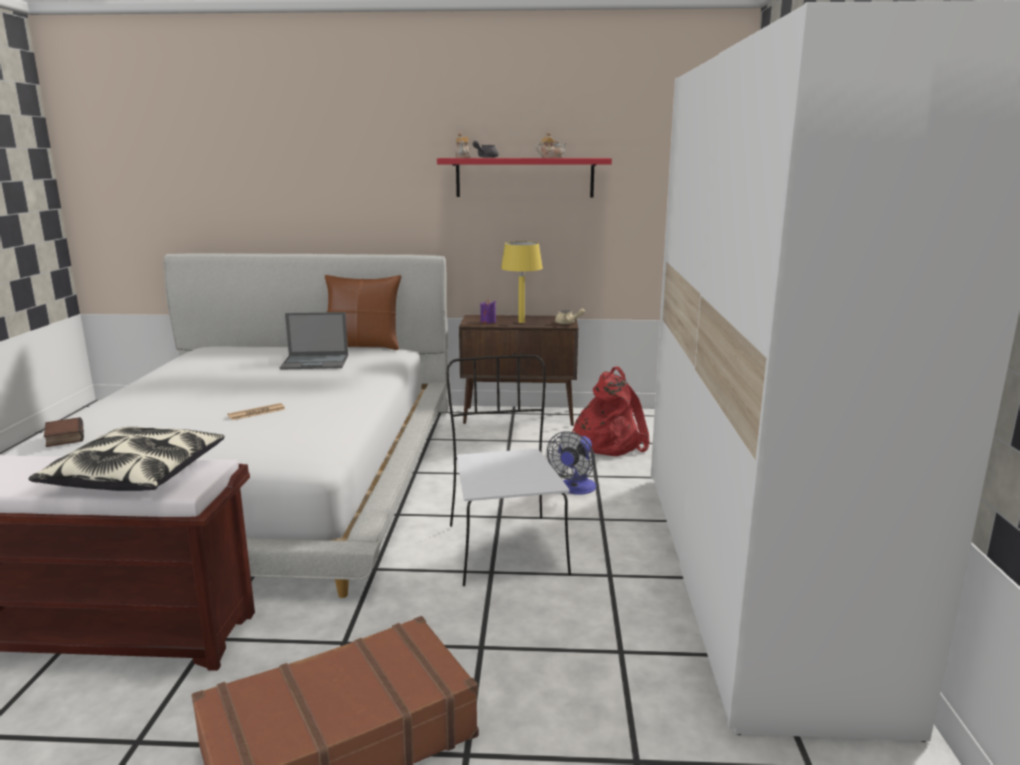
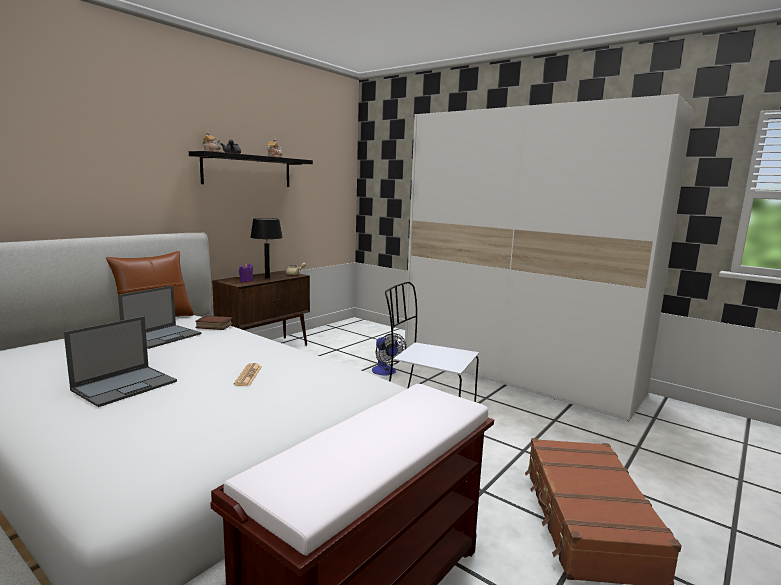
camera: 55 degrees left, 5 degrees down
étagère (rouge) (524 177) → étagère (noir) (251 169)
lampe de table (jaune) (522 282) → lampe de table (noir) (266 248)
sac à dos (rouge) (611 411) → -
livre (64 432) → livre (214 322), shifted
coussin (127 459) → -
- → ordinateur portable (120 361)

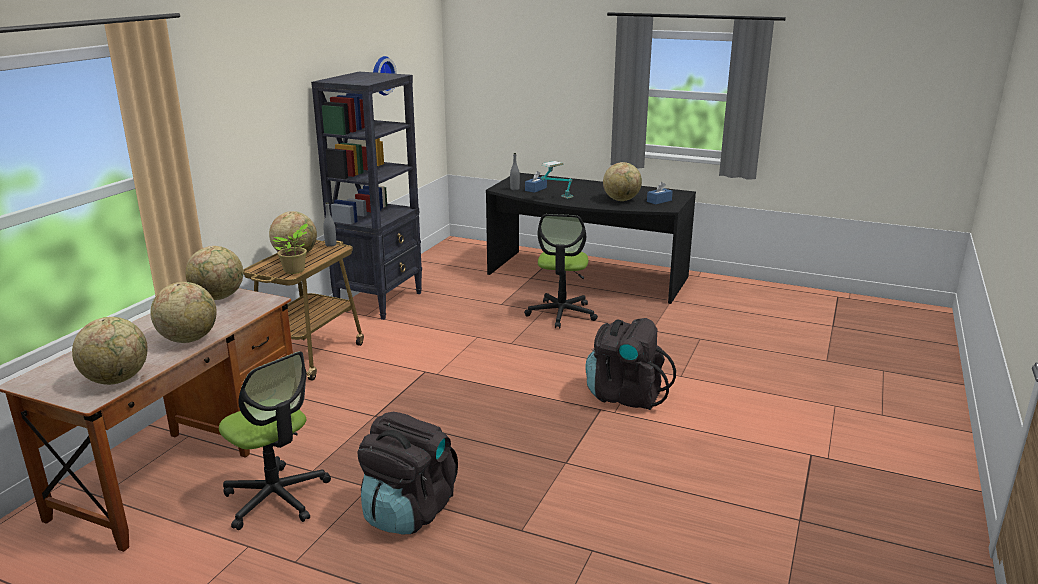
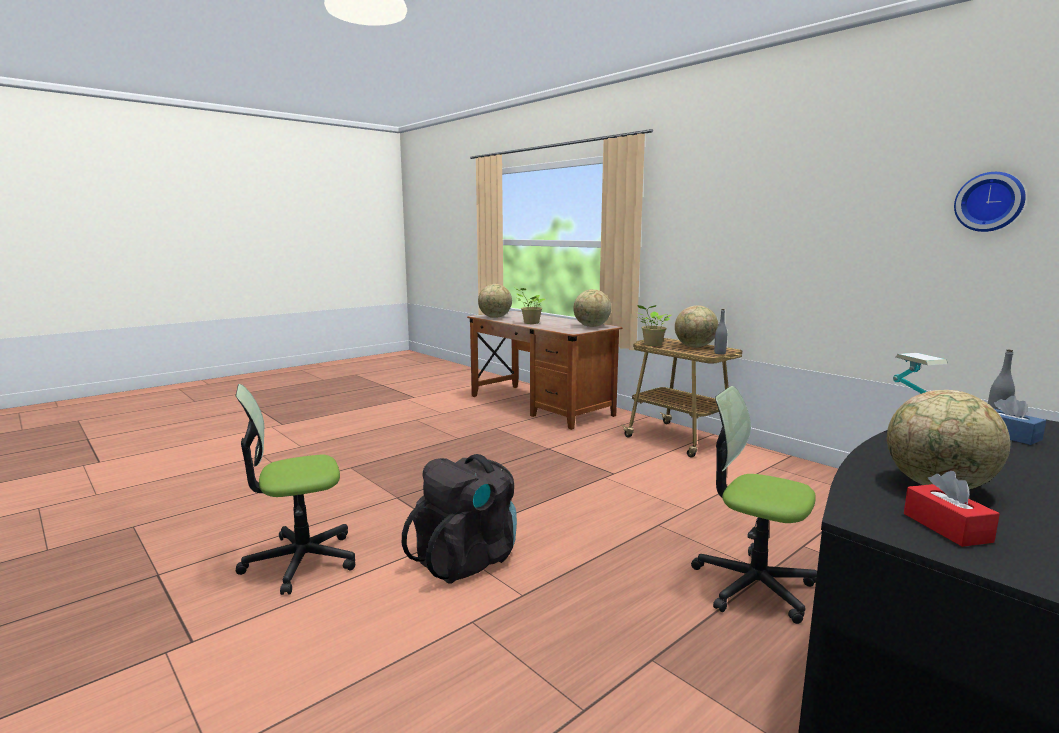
camera: 115 degrees right, 10 degrees down
bibliothèque (noir) (366 196) → -
boîte à mouchoirs (bleu) (660 193) → boîte à mouchoirs (rouge) (952 509)
globe (183 312) → plante en pot (529 305)
chaise de bureau (275 440) → chaise de bureau (295 489), shifted
sac à dos (noir) (407 473) → -

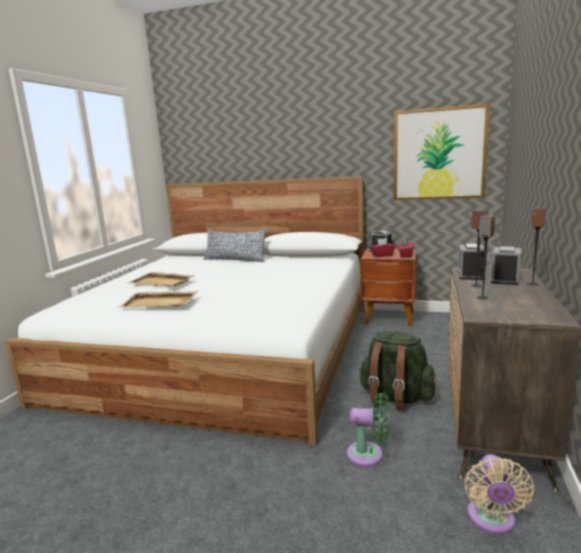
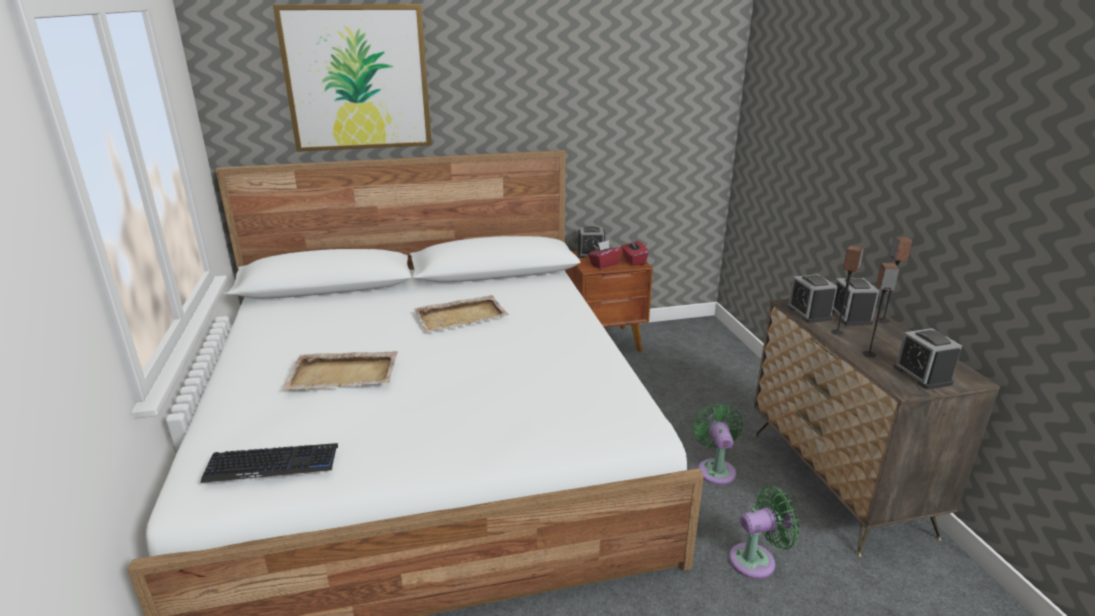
camera: 30 degrees left, 10 degrees up
tableau (442 152) → tableau (352 78), shifted
coussin (235 245) → -
plateau (beige) (157 299) → plateau (beige) (461 313), shifted
sac à dos (vert) (397 371) → ventilateur (vert) (717 444)
ventilateur (beige) (499 494) → -
- → réveil (927 358)
- → clavier (269 463)

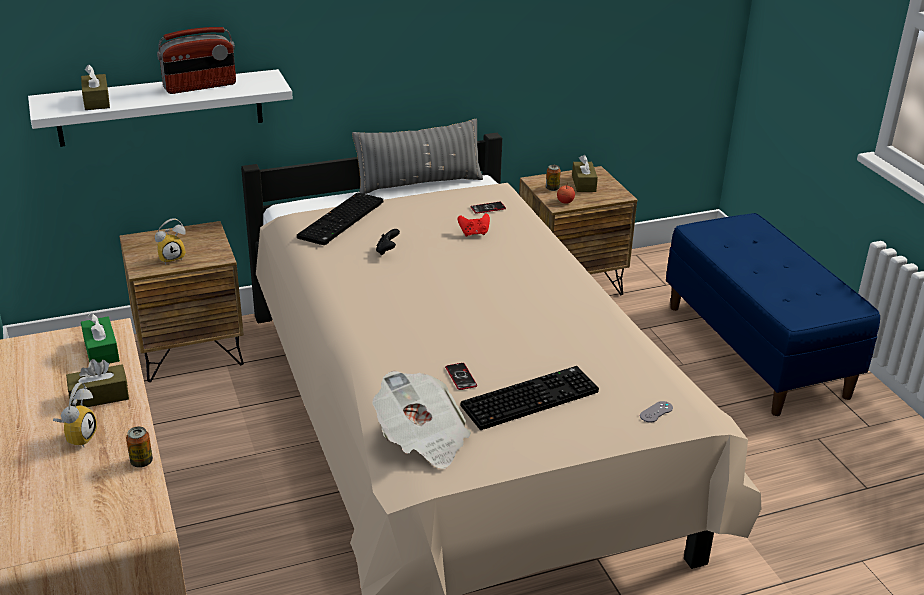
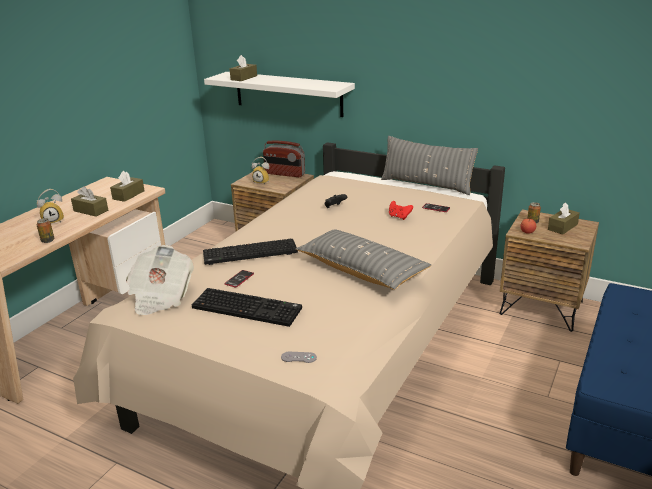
camera: 50 degrees right, 5 degrees down
radio (196 60) → radio (284 159), shifted
clavier (340 218) → clavier (250 252), shifted
boîte à mouchoirs (vert) (100 338) → boîte à mouchoirs (marron) (127 186)
- → coussin (gris) (364 259)

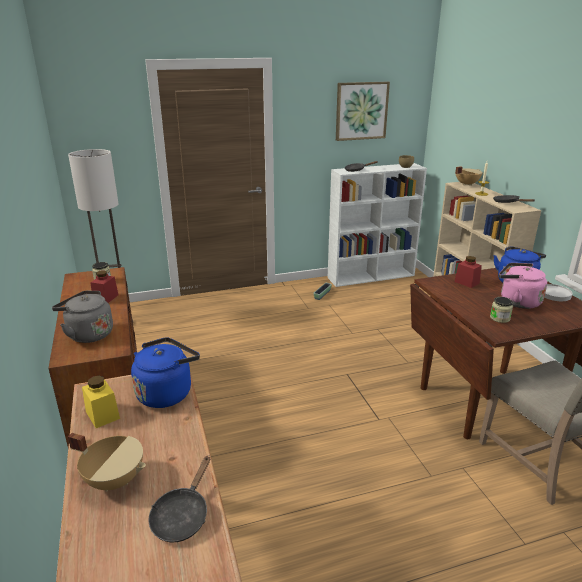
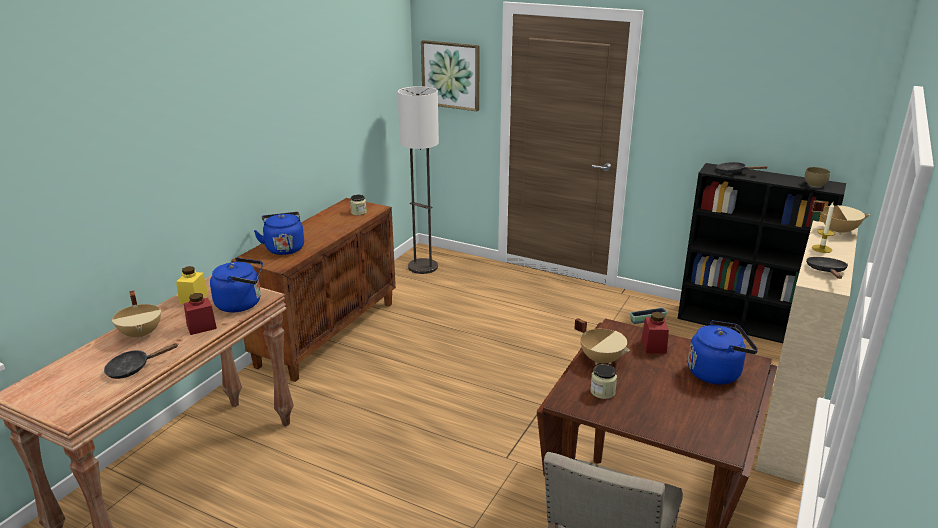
camera: 45 degrees right, 0 degrees up
tableau (363 111) → tableau (450 75), shifted
bibliothèque (blanc) (377 225) → bibliothèque (noir) (762 253)
bouilloire (rose) (523 286) → -
bocal (rouge) (104 286) → bocal (rouge) (200 314), shifted
assiette (blanc) (558 292) → -
bouilloire (gris) (82 317) → bouilloire (bleu) (279 233)
- → marmite (beige) (602 341)

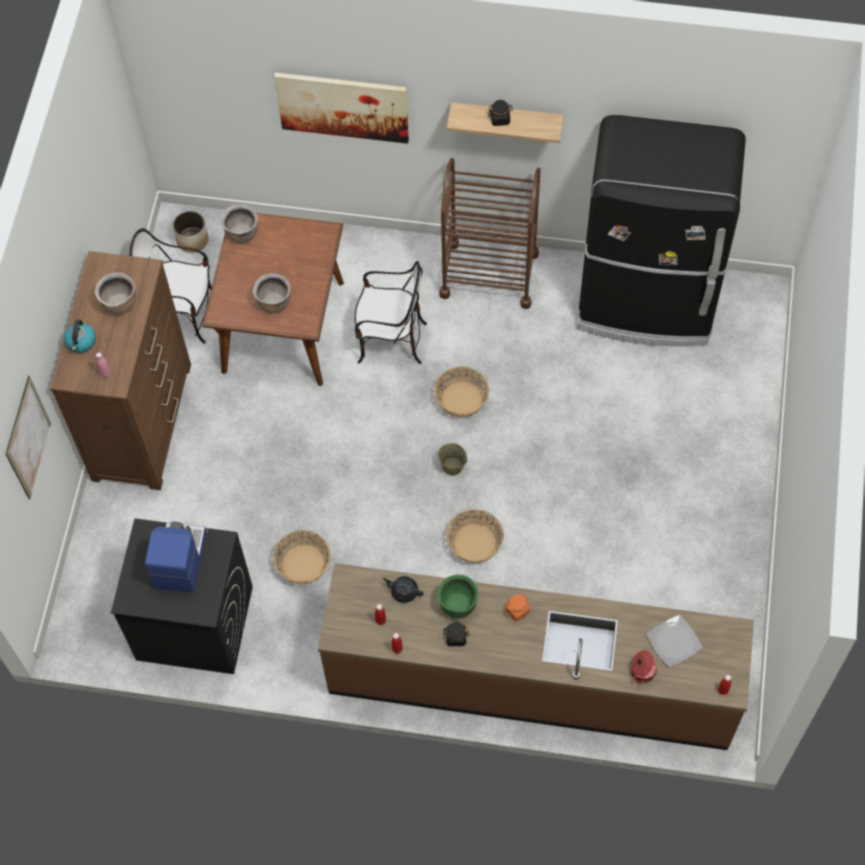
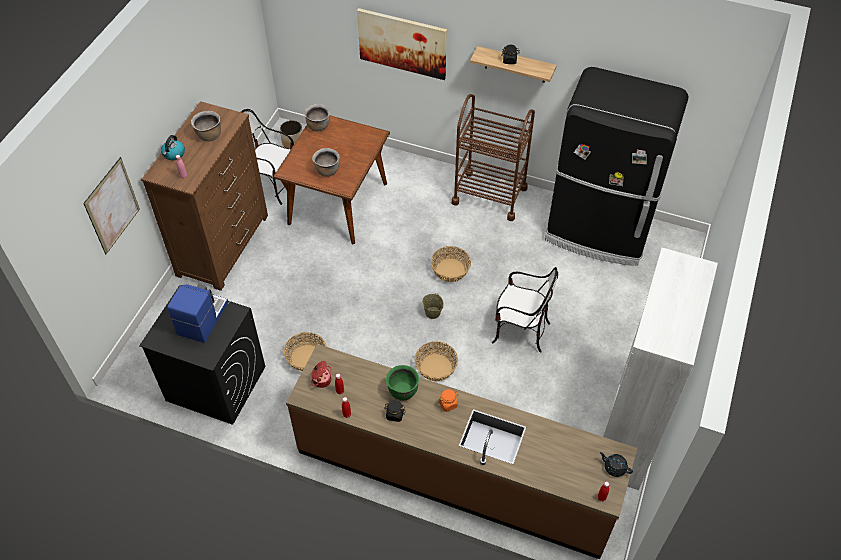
camera: 10 degrees right, 10 degrees down
chaise (391 312) → chaise (525 309), shifted
théière (noir) (403 589) → théière (noir) (616 464), shifted
assiette (674 641) → -
marmite (644 667) → marmite (321 374), shifted
- → bibliothèque (blanc) (660 369)

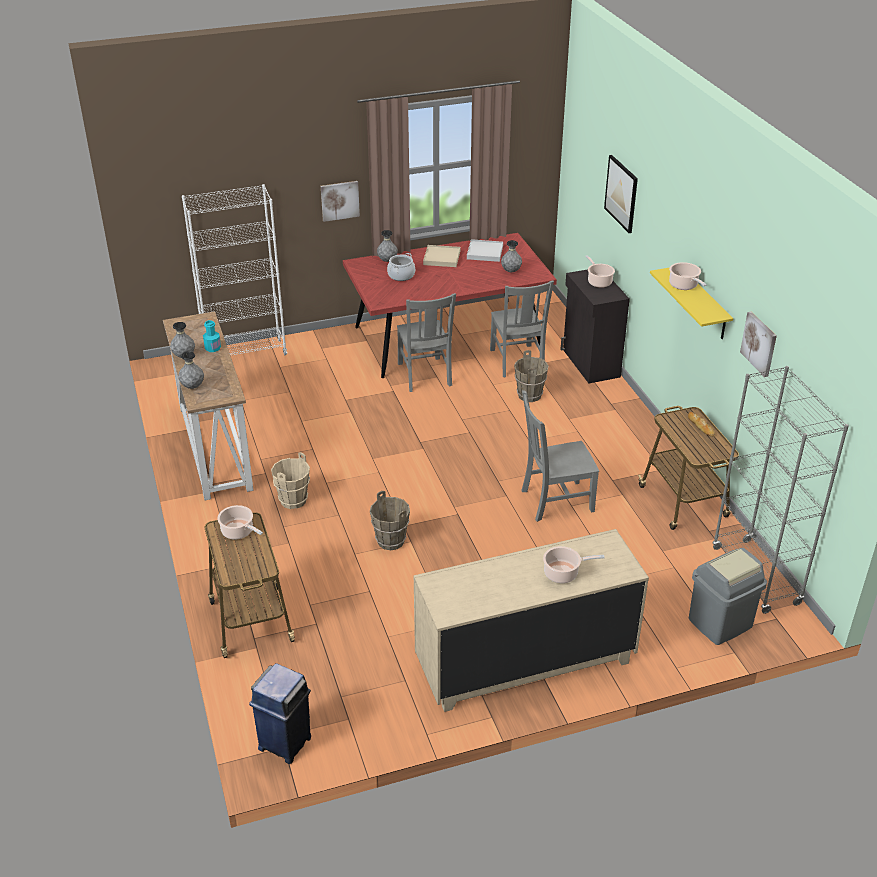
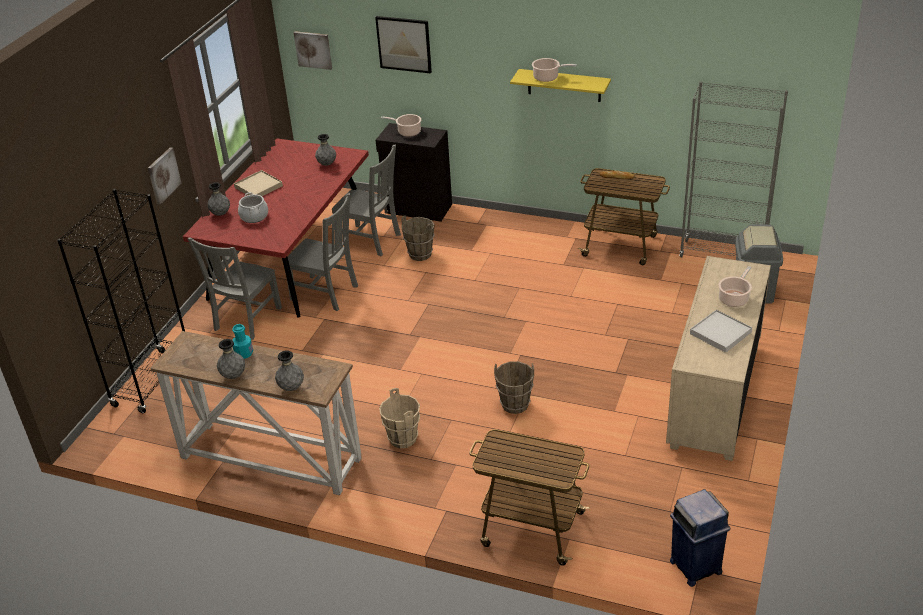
camera: 50 degrees left, 0 degrees up
bibliothèque (blanc) (234 269) → bibliothèque (noir) (121 301)
plateau (blanc) (485 250) → plateau (blanc) (721 331), shifted
tableau (758 344) → tableau (313 50), shifted
chaise (gris) (560 456) → chaise (gris) (235 288), shifted
marmite (240 522) → -

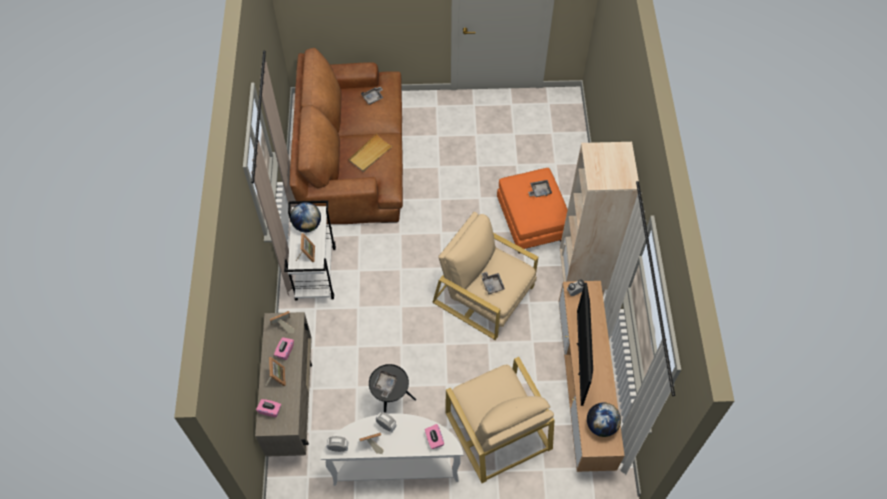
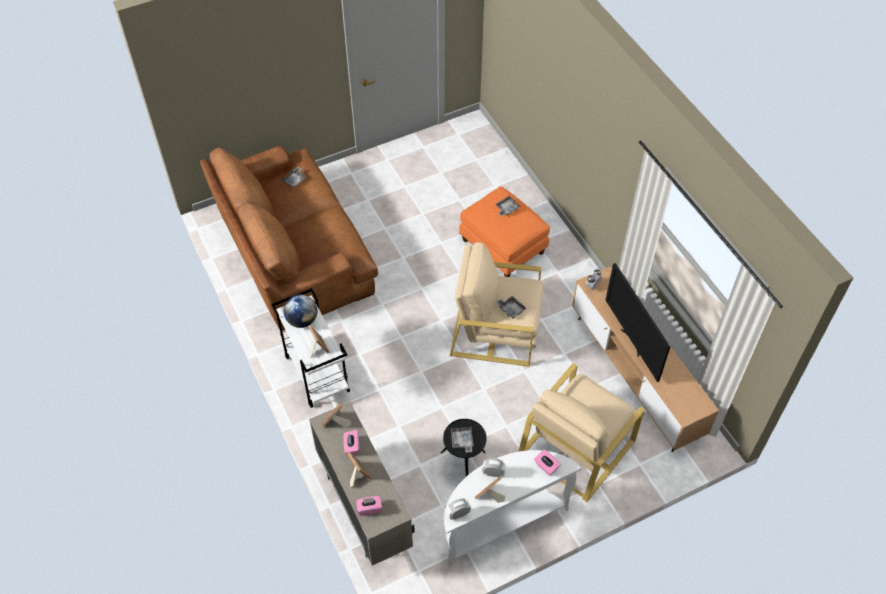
camera: 25 degrees left, 5 degrees down
plateau (beige) (370 152) → -
bibliothèque (beige) (599 219) → -
fauteuil (beige) (499 420) → fauteuil (beige) (581 432), 90 degrees clockwise
globe (604 420) → -

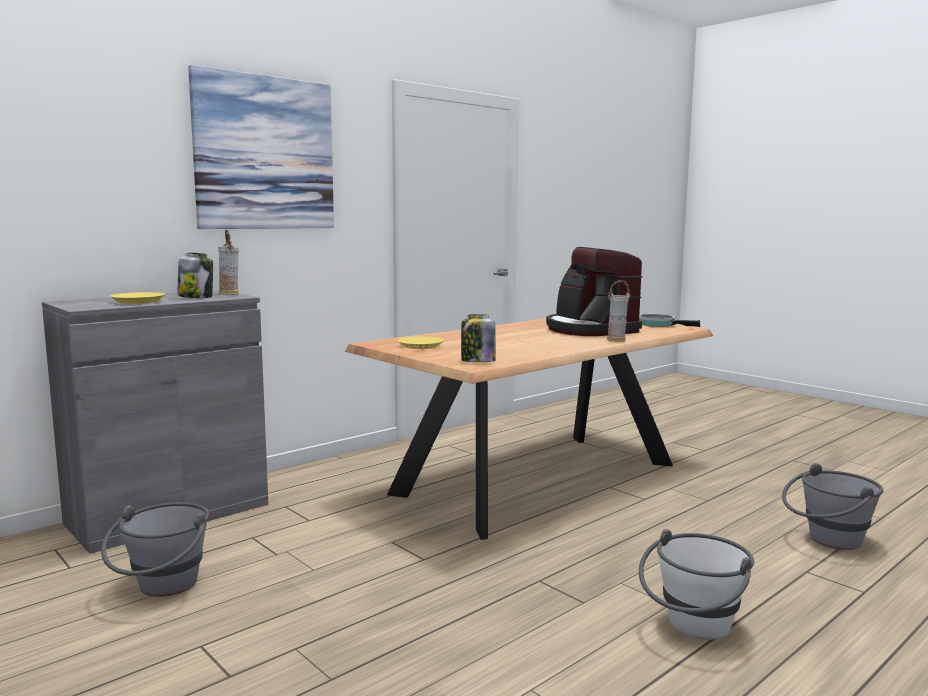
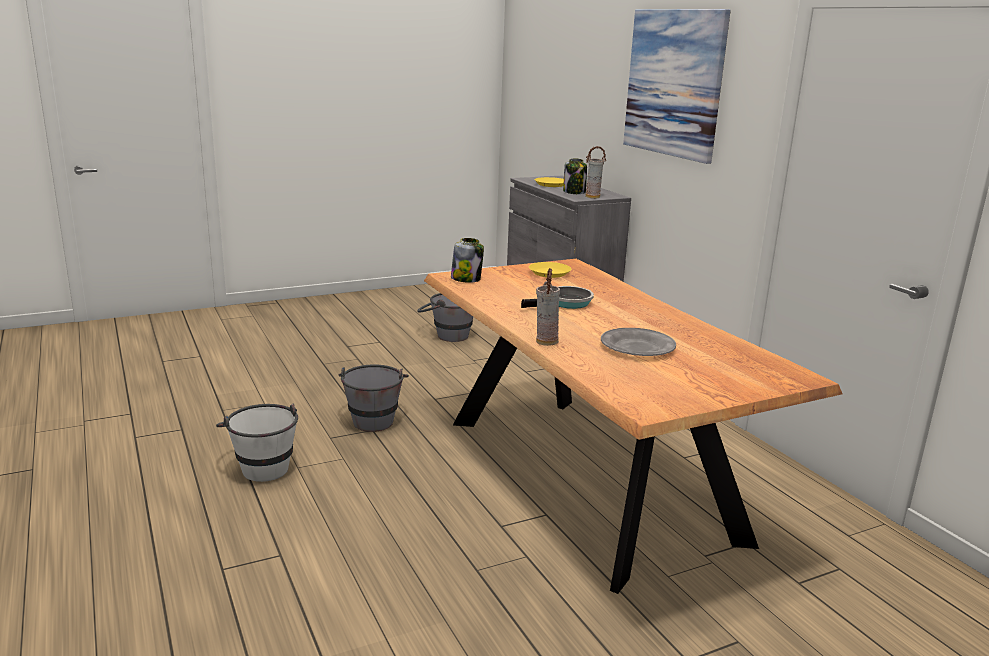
camera: 105 degrees right, 10 degrees up
machine à café (594 291) → assiette (gris) (638 342)
poêle (669 320) → poêle (557 297), shifted
seau (gris) (833 506) → seau (gris) (373 398), shifted

